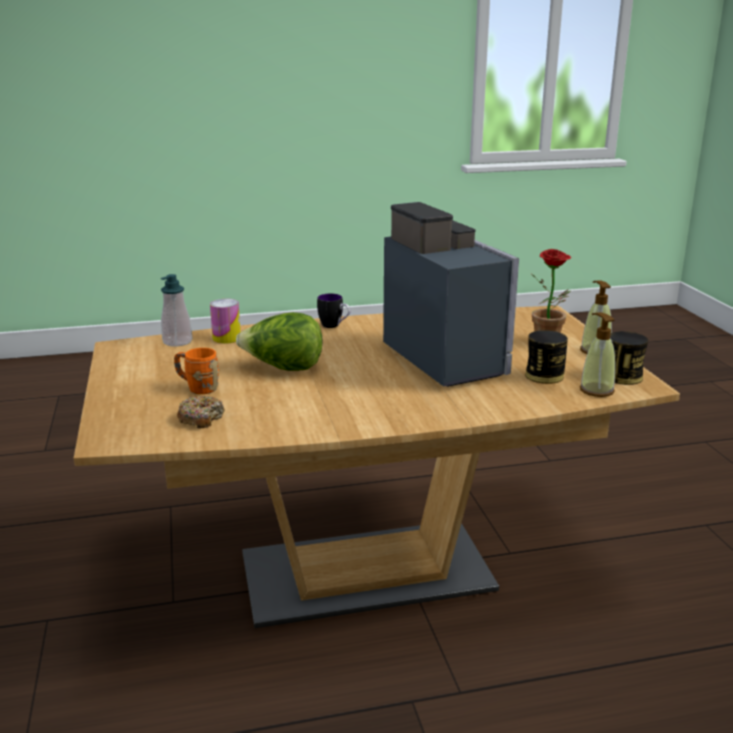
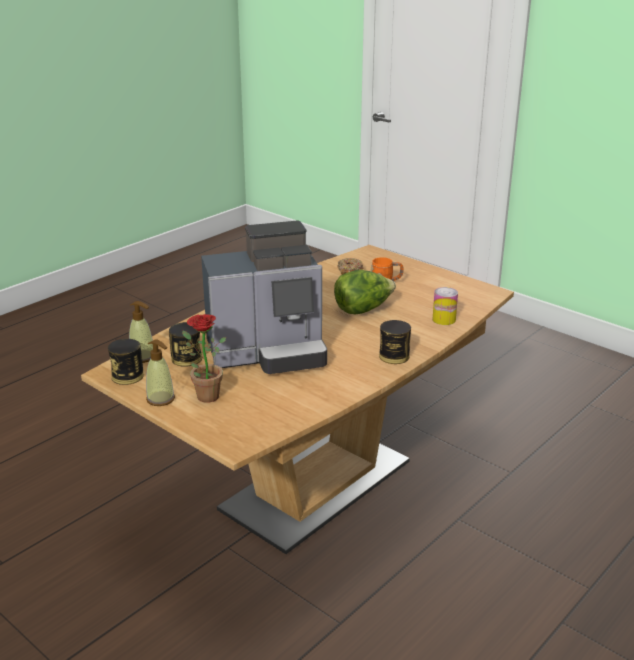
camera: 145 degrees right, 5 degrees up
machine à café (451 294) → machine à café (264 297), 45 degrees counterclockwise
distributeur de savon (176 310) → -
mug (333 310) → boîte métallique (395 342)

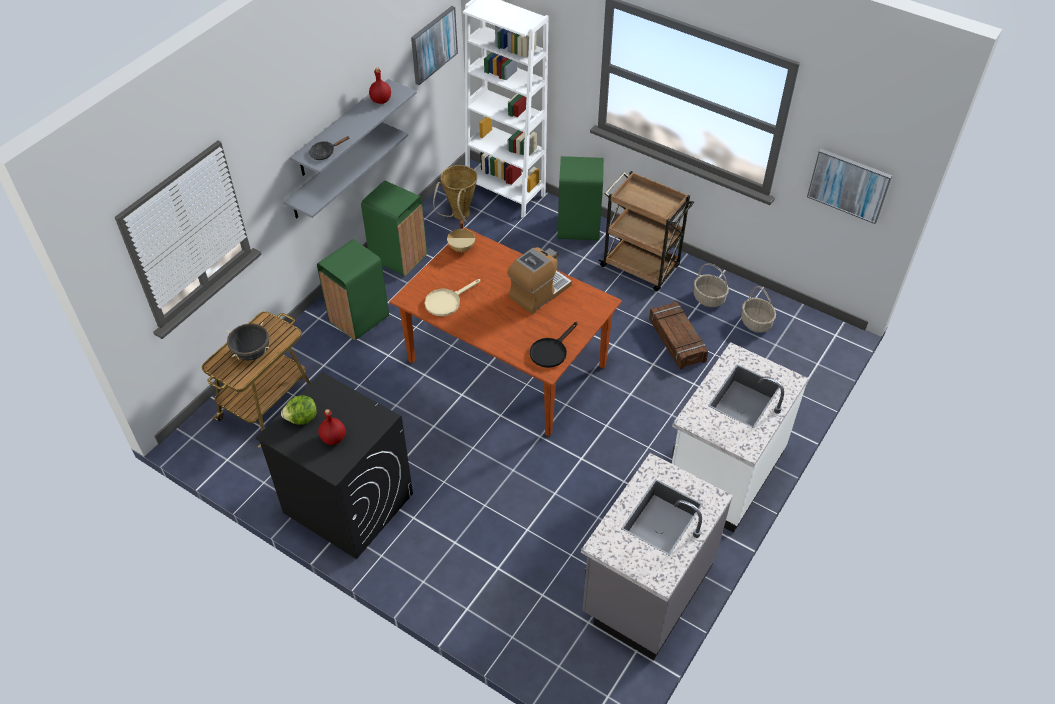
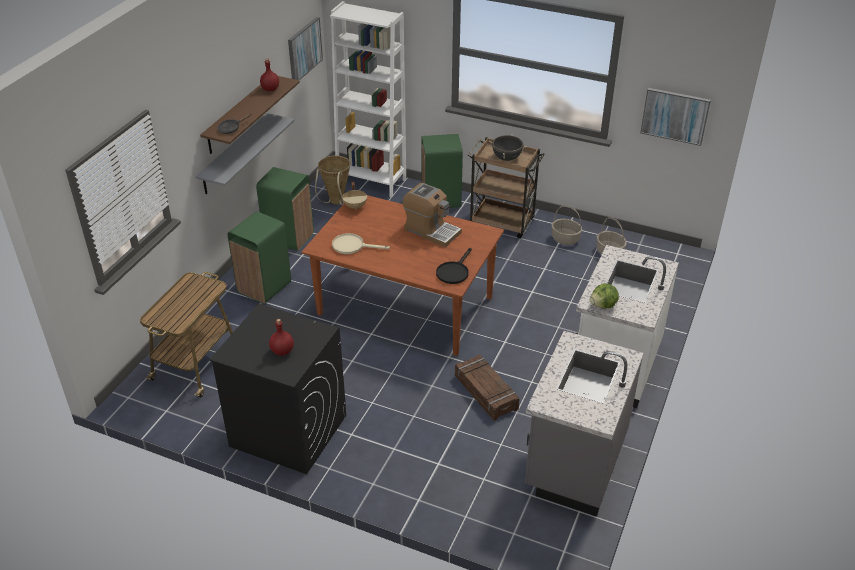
camera: 10 degrees left, 10 degrees down
étagère (gris) (353 127) → étagère (marron) (250 115)
machine à café (539 280) → machine à café (432 215), 90 degrees clockwise
poêle (beige) (452 297) → poêle (beige) (361 243), 60 degrees clockwise
caisse (678 335) → caisse (487 387), shifted
marmite (noir) (248 341) → marmite (noir) (508 148), shifted
laitue (299 410) → laitue (604 296), shifted

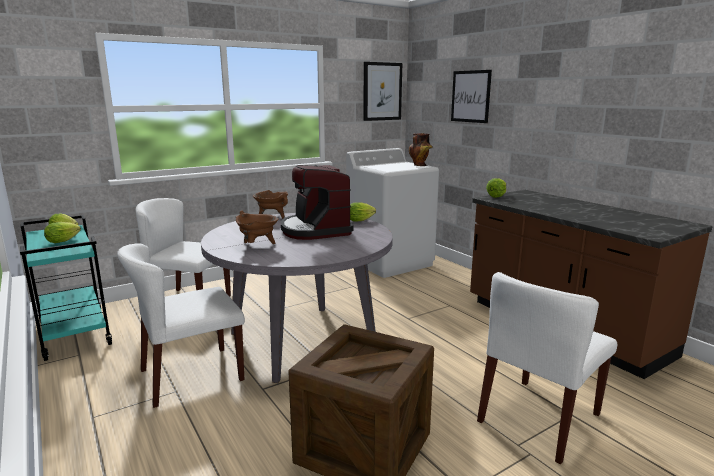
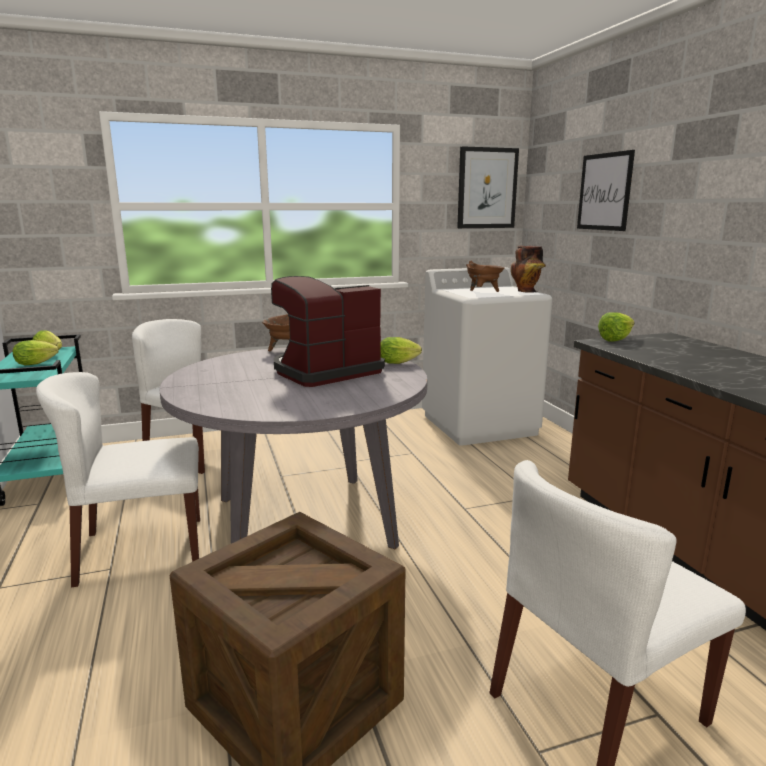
camera: 15 degrees right, 0 degrees up
machine à café (317 202) → machine à café (328 331), 60 degrees clockwise
marmite (marron) (257 227) → marmite (marron) (485 276), shifted

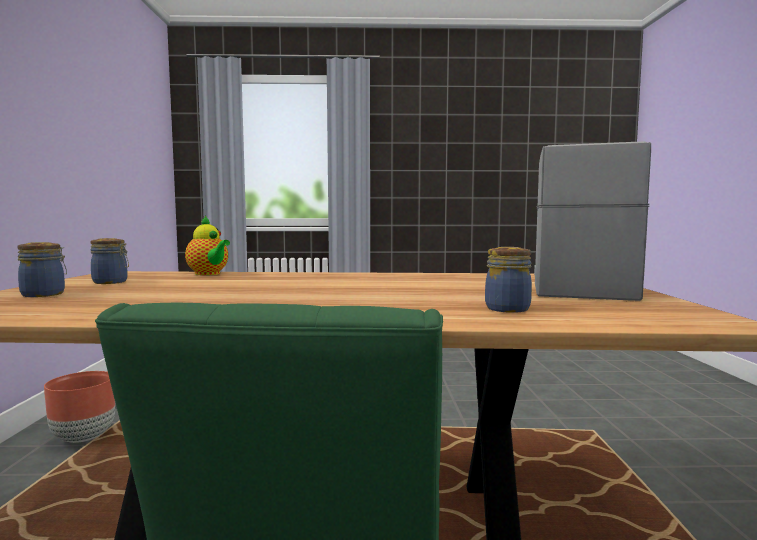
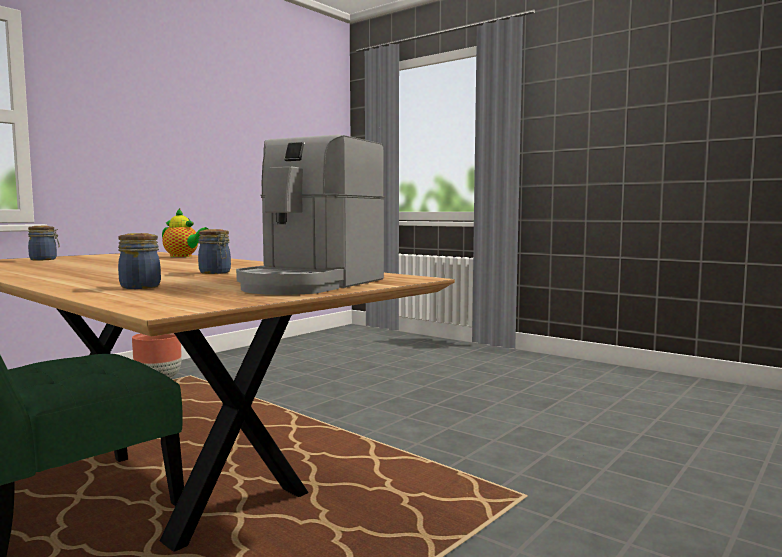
camera: 40 degrees right, 0 degrees up
machine à café (592 221) → machine à café (310 214), 150 degrees clockwise
théière (207 245) → théière (185 232), 60 degrees counterclockwise
bocal (109 261) → bocal (214 251), shifted

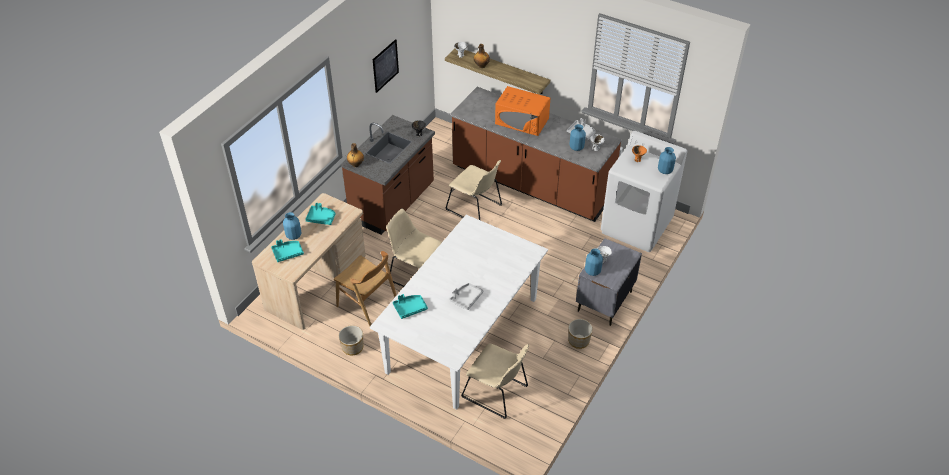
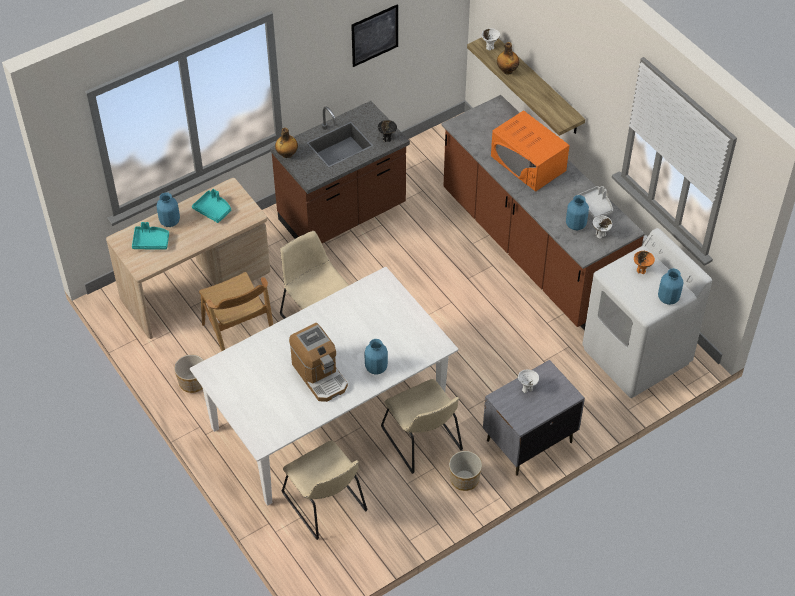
camera: 25 degrees right, 5 degrees up
chaise (beige) (473 190) → chaise (beige) (422 426), shifted
vase (bleu) (594 262) → vase (bleu) (376 357), shifted
plateau (gris) (466 296) → machine à café (318 362)
plateau (turquoise) (410 306) → -

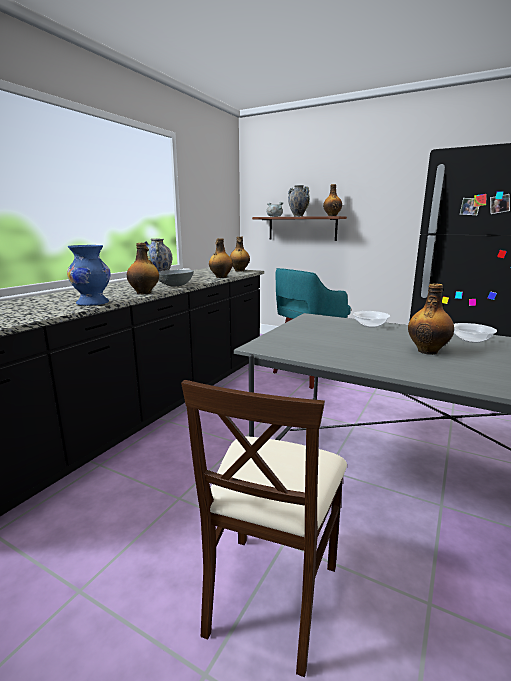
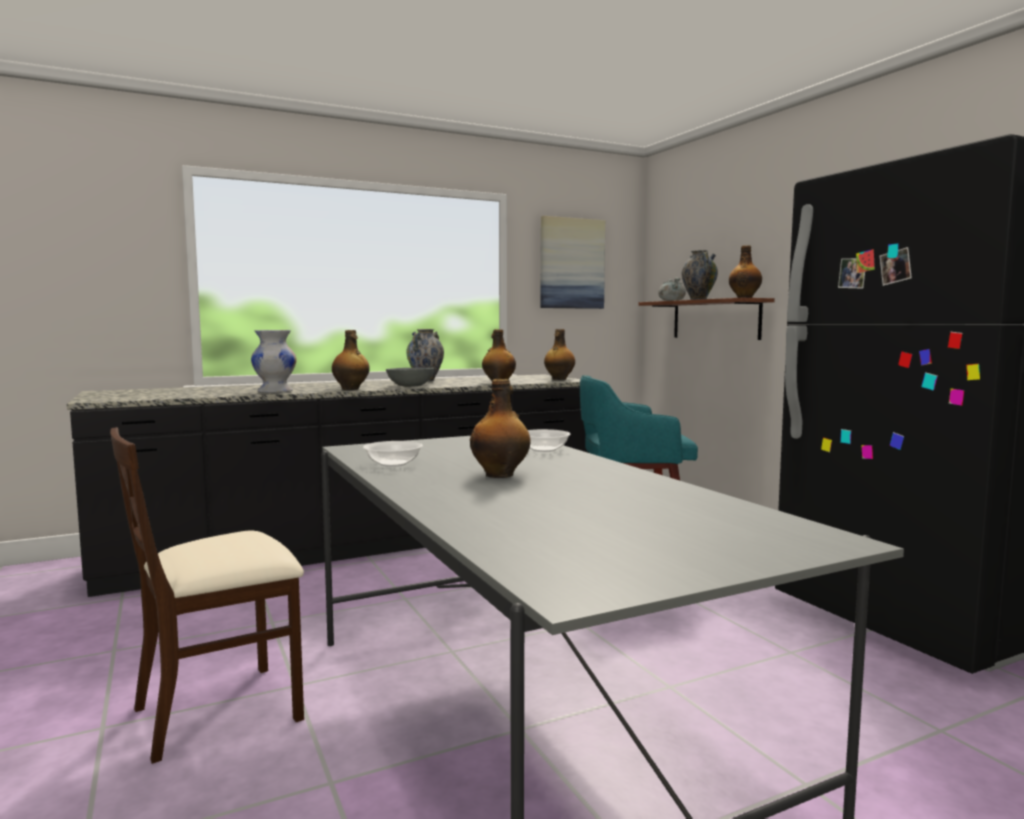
camera: 35 degrees right, 10 degrees down
vase (bleu) (89 275) → vase (blanc) (274 361)
bol (475 333) → bol (393 454), shifted
- → tableau (572 262)

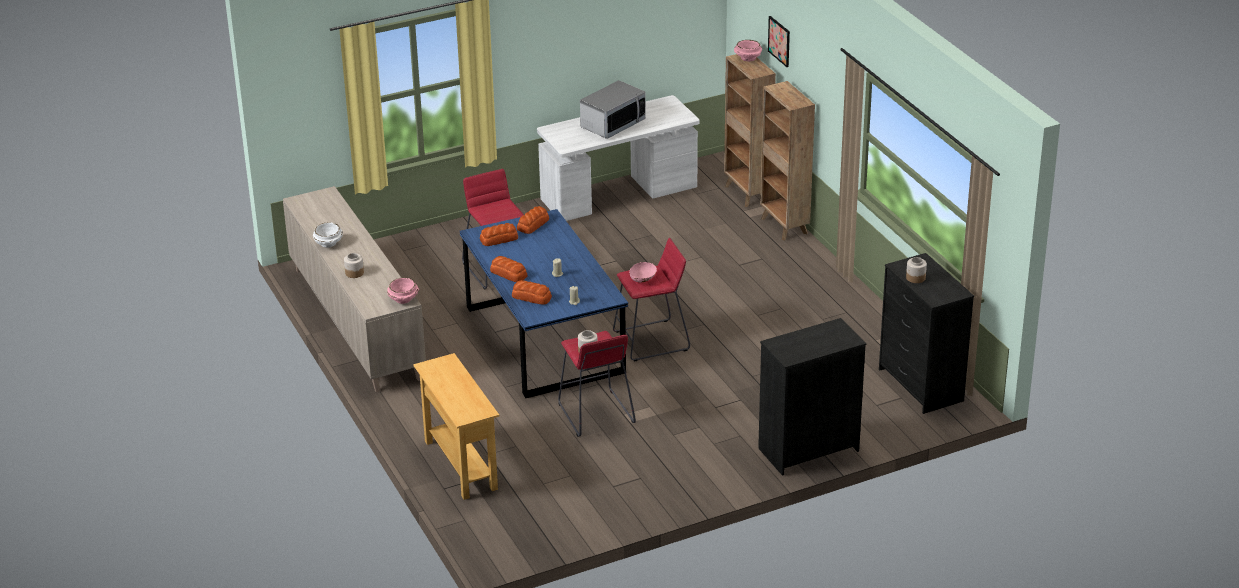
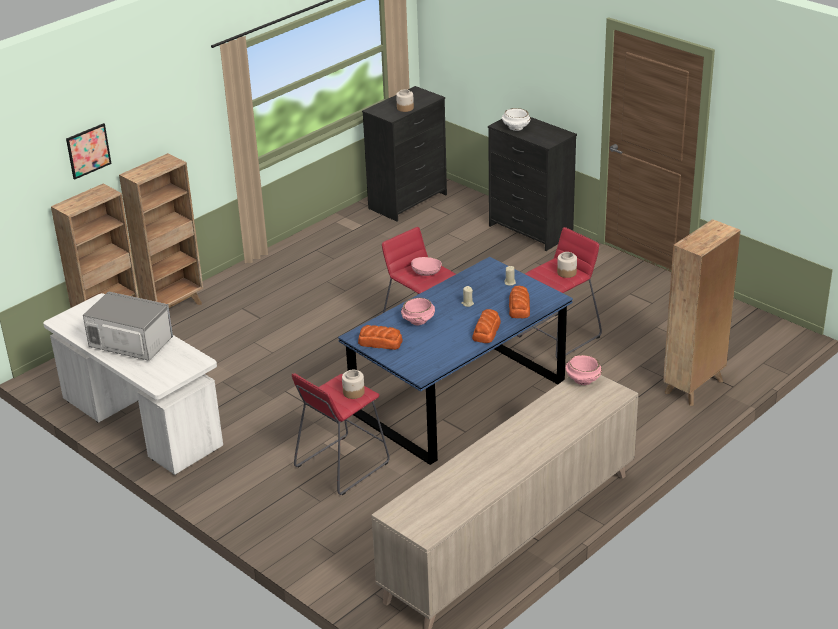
camera: 110 degrees left, 0 degrees up
bol (rose) (748 50) → bol (rose) (418 311), shifted
bol (blanc) (328 235) → bol (blanc) (516 119), shifted
pain (499 234) → -
bocal (354 265) → bocal (353 384), shifted
table console (beige) (456 426) → bibliothèque (marron) (702 312)

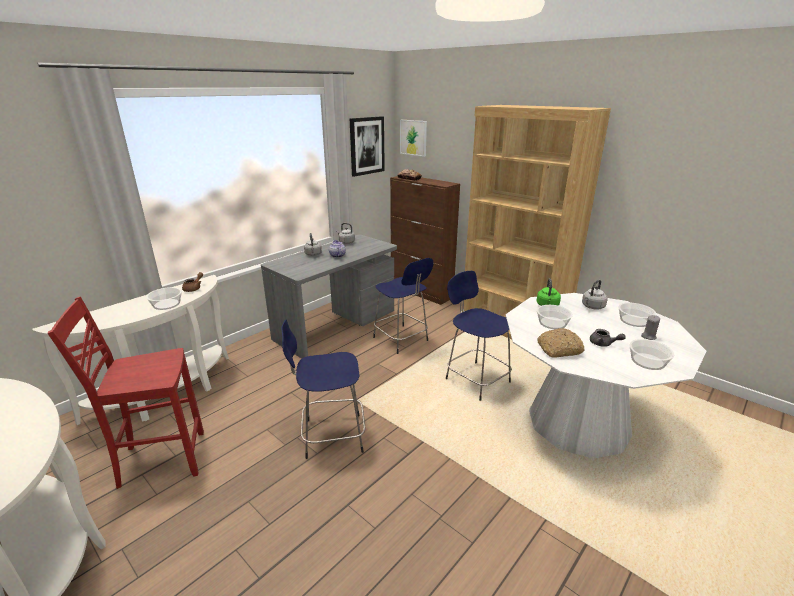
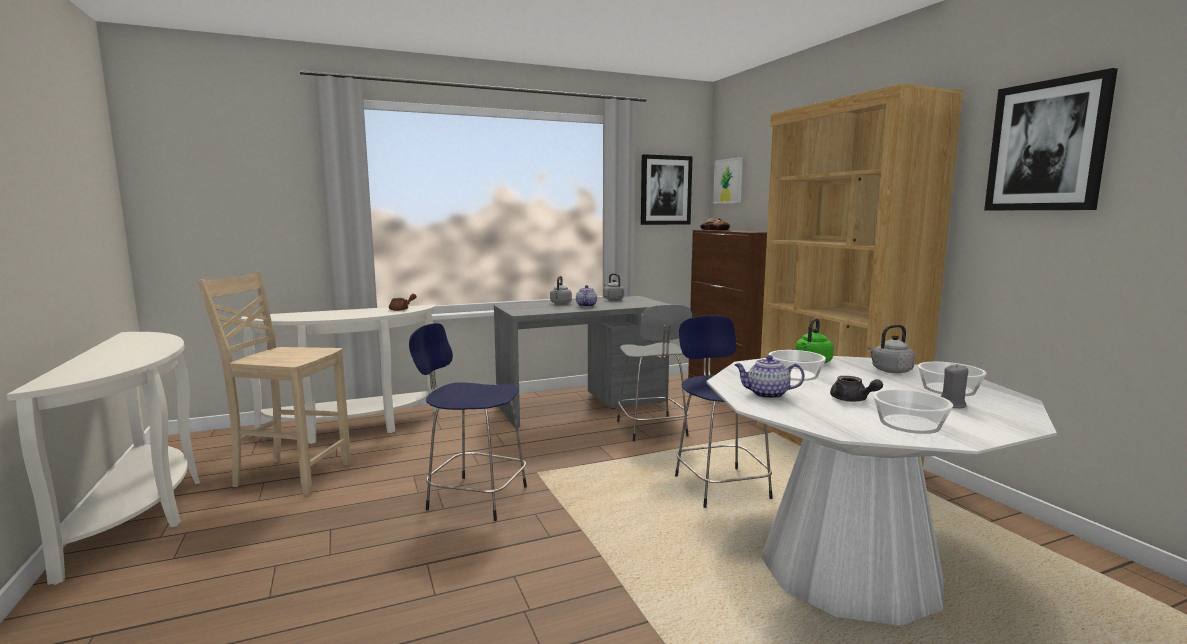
camera: 25 degrees right, 15 degrees down
tabouret (bleu) (403 306) → tabouret (gris) (654 373)
bol (164 298) → -
chaise (rouge) (126 393) → chaise (beige) (274 384)
pain (560 343) → théière (770 377)
- → tableau (1051 139)

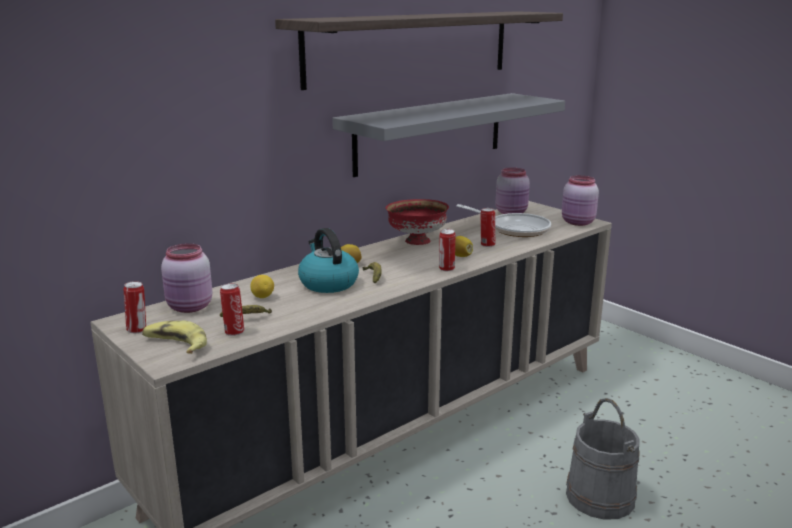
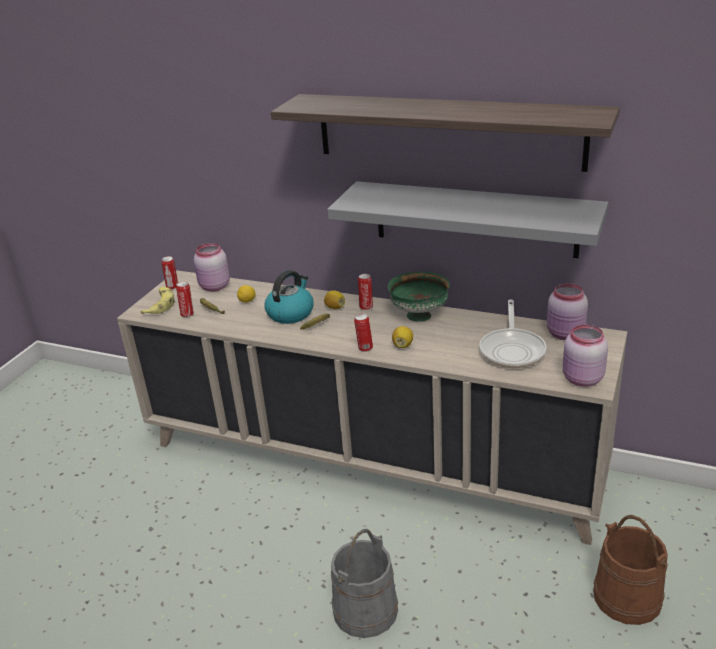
camera: 65 degrees right, 10 degrees up
bol (rouge) (417 222) → bol (vert) (419 297)
boîte métallique (488 227) → boîte métallique (365 292), shifted
- → seau (marron) (630 570)

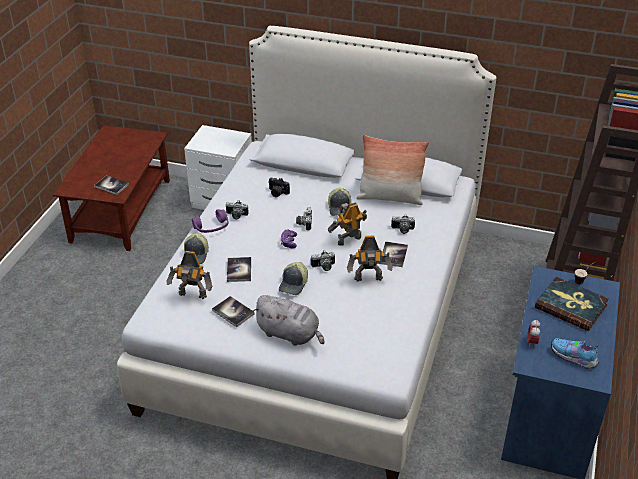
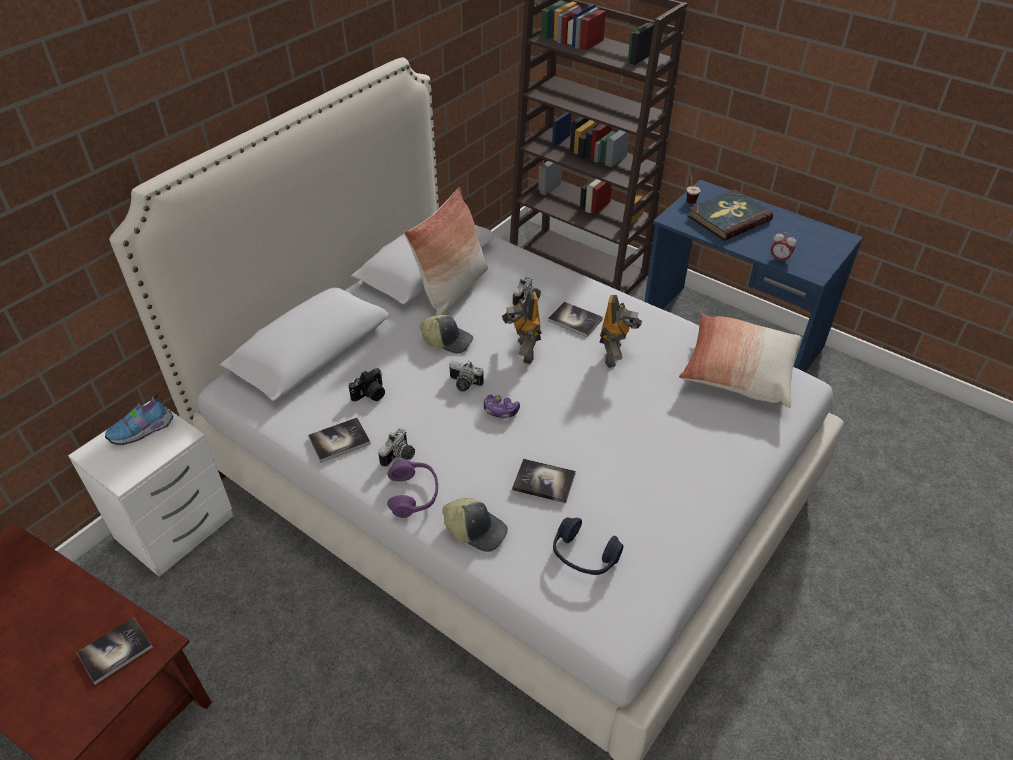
camera: 70 degrees left, 5 degrees up
appareil photo (323 260) → -
robot jouet (189 275) → casque audio (bleu) (588 546)
casquette (293 278) → -
peluche (gris) (288 320) → -
livre (233 311) → livre (339 440), shifted
chaussure (575 353) → chaussure (139 419), shifted
- → coussin (740 361)

